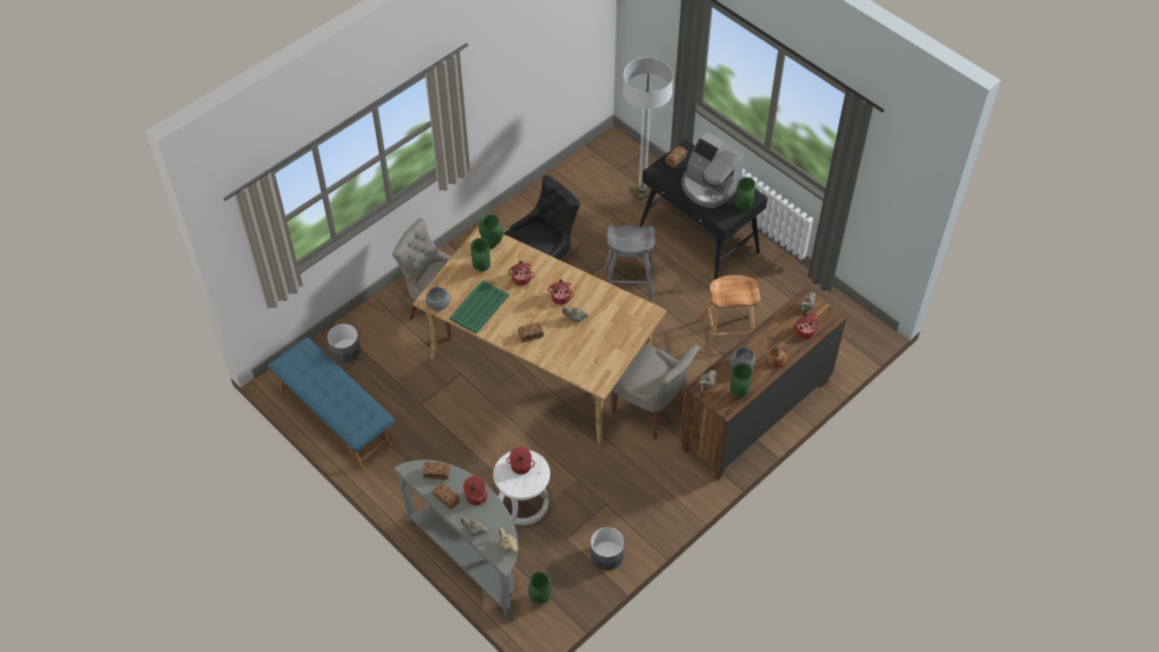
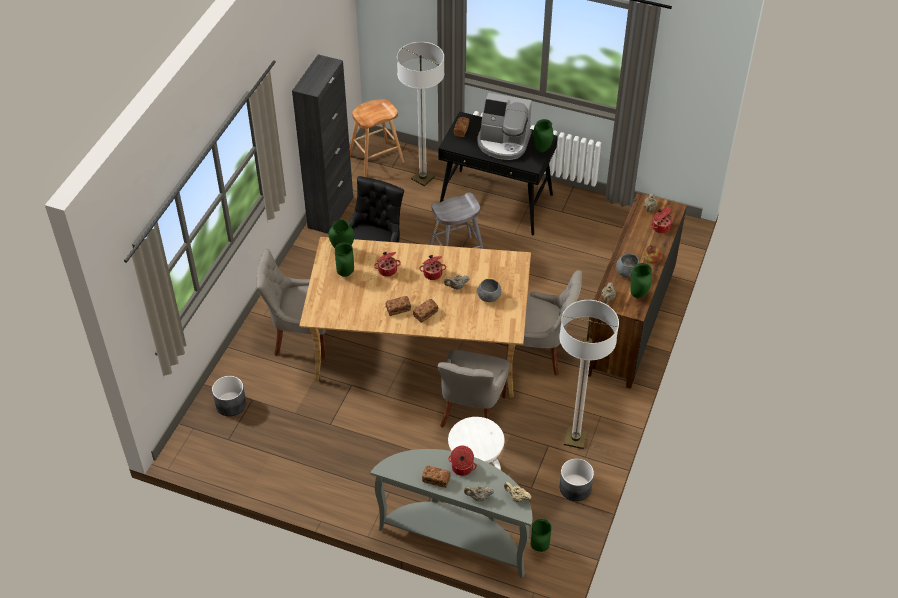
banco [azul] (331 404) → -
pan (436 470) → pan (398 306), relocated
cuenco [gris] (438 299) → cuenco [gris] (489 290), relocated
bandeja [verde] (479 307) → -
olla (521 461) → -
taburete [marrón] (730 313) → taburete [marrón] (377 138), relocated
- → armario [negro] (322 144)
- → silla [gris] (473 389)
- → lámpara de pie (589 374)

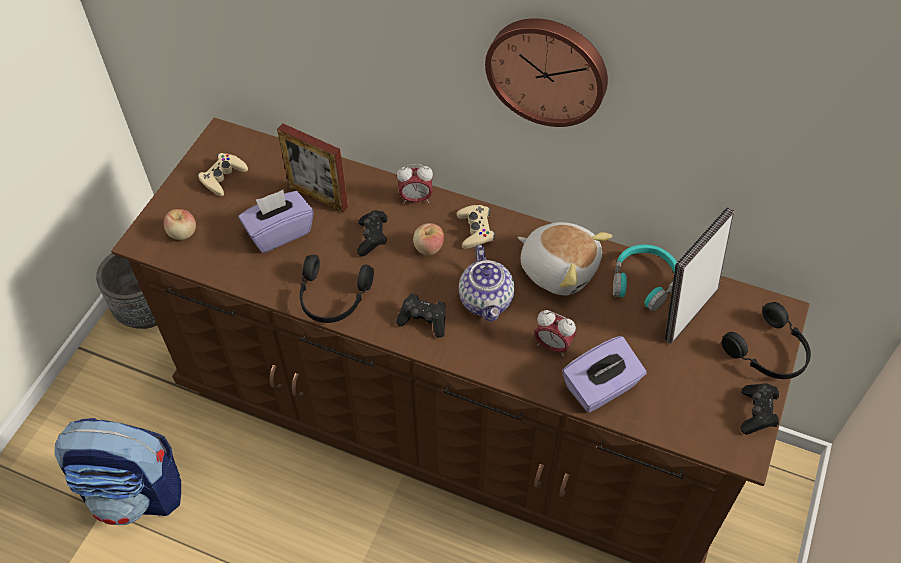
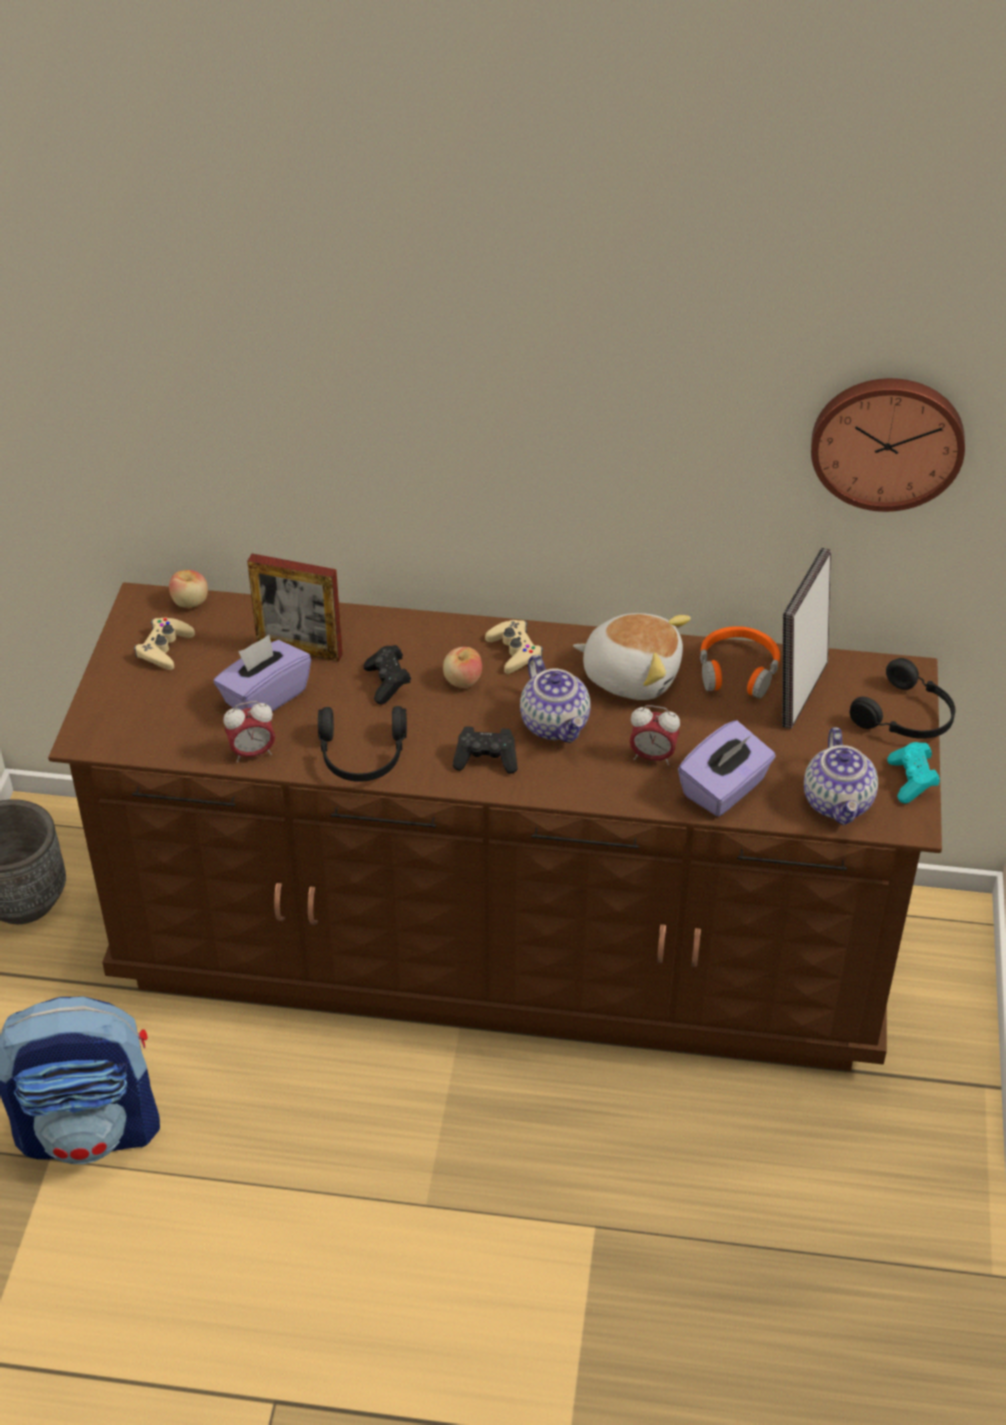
manzana (180 224) → manzana (188 589), relocated
despertador (415 184) → despertador (249 731), relocated
reloj de pared (546 72) → reloj de pared (888 445), relocated
auriculares [turquesa] (645 278) → auriculares [naranja] (740 662)
mando de consola [negro] (759 409) → mando de consola [turquesa] (913 773)
- → tetera (841 776)

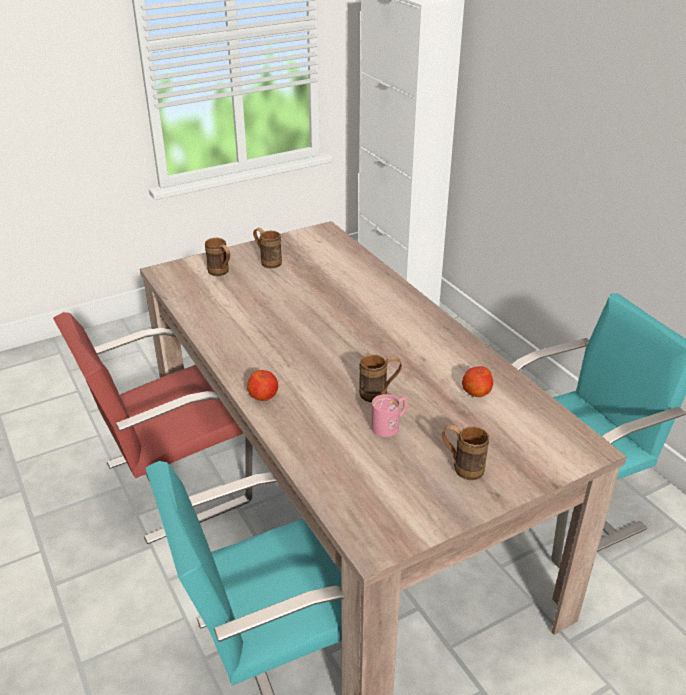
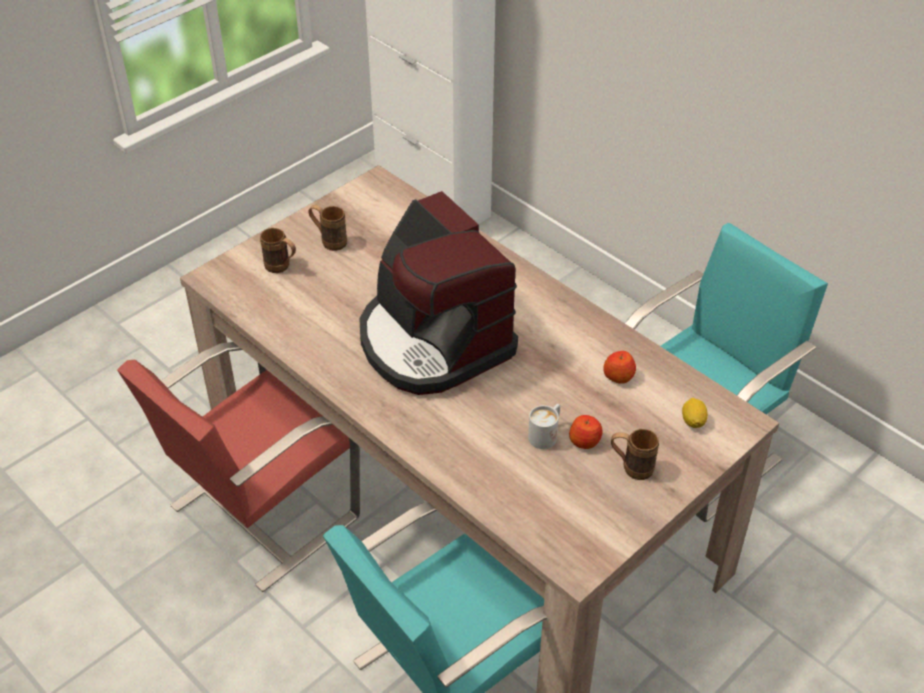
manzana (262 385) → manzana (585 432), relocated
taza grande [marrón] (380 378) → -
taza grande [rosa] (389 415) → taza grande [blanco] (544 426)
- → cafetera (439 293)
- → limón (695 413)

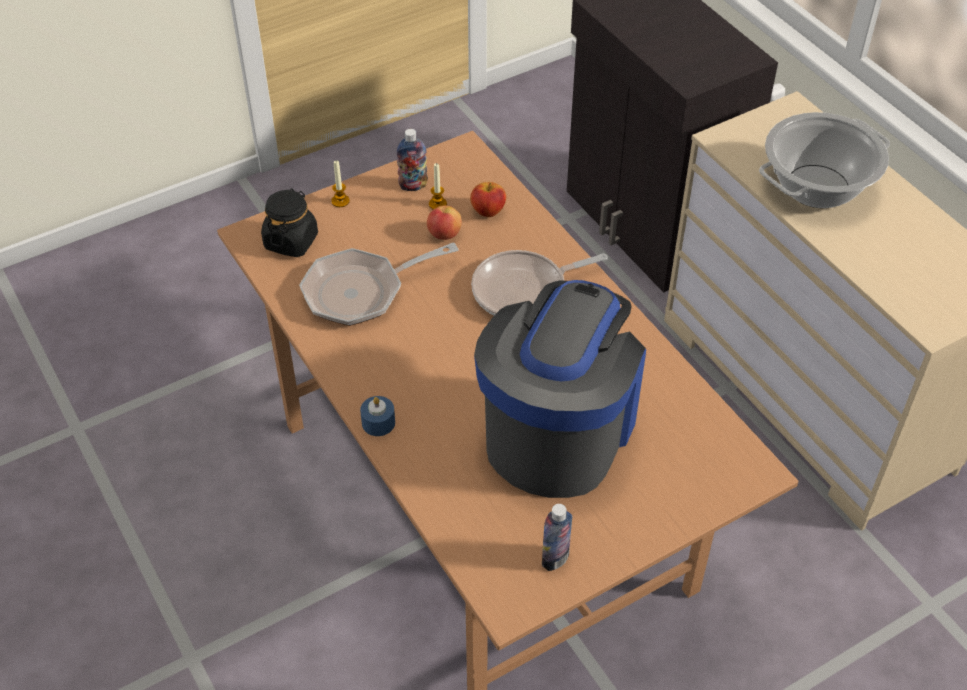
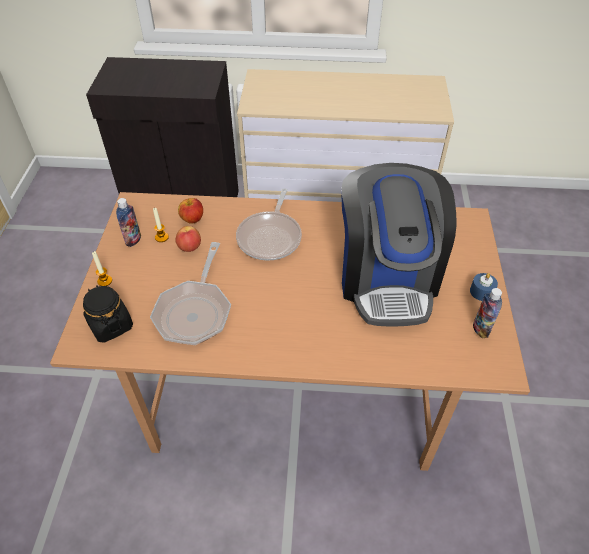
vela [azul] (377 416) → vela [azul] (484 287), relocated
cafetera (560 389) → cafetera (398 245), 150 degrees counterclockwise
olla (824 160) → -

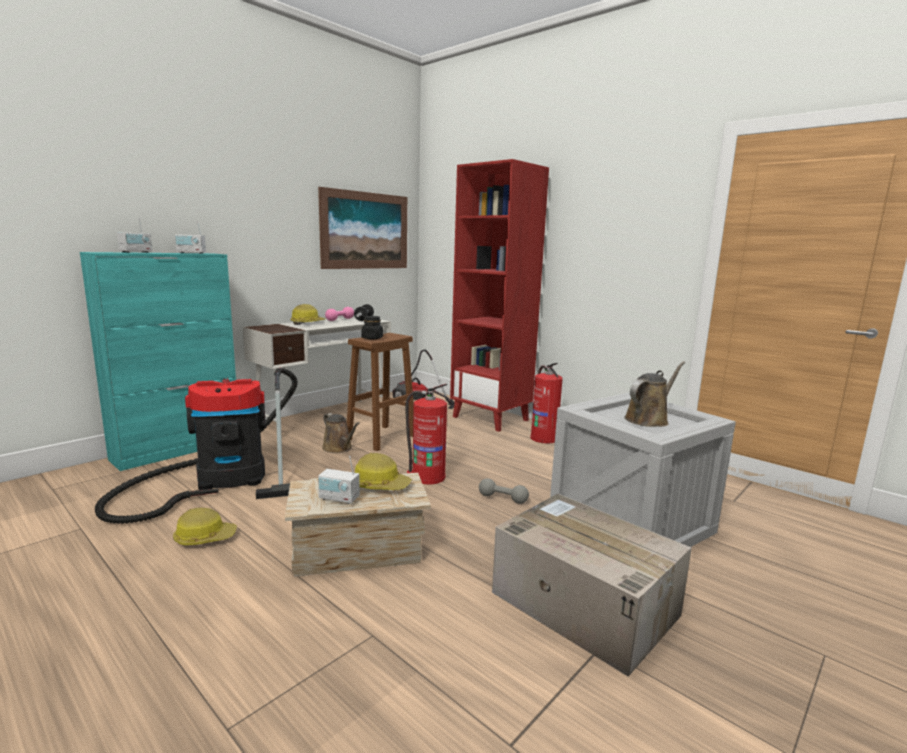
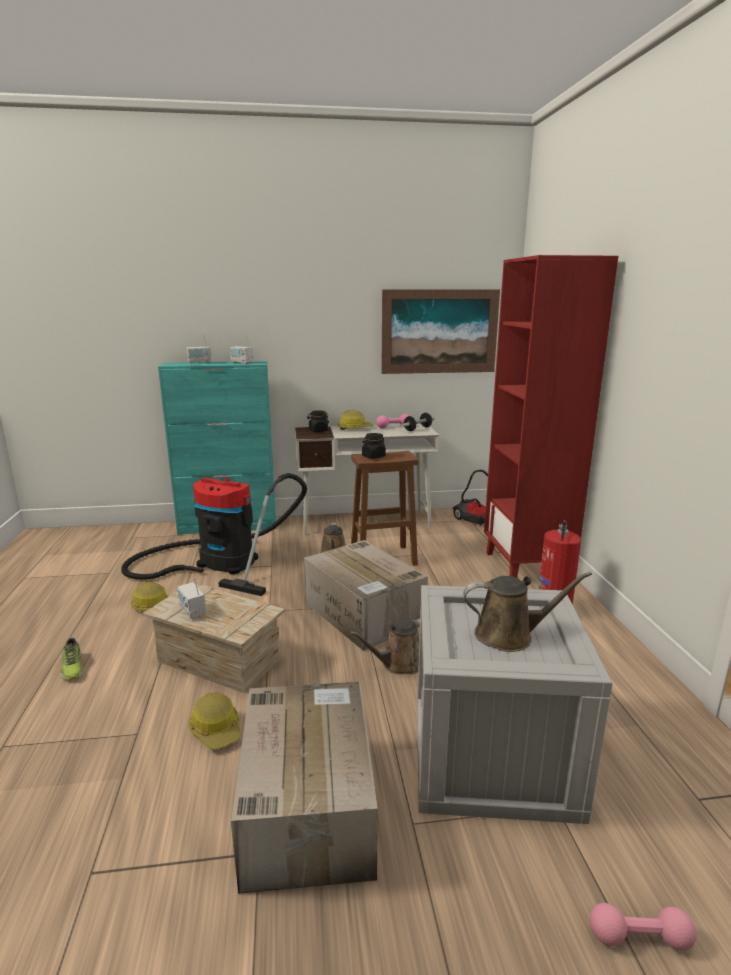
casco (383 471) → casco (214 721), relocated
extintor (428 434) → caja de cartón (366 595)
mancuerna [gris] (504 491) → regadera [marrón] (385 646)
- → zapato (72 659)
- → tarro [negro] (318 421)
- → mancuerna [rosa] (643 927)

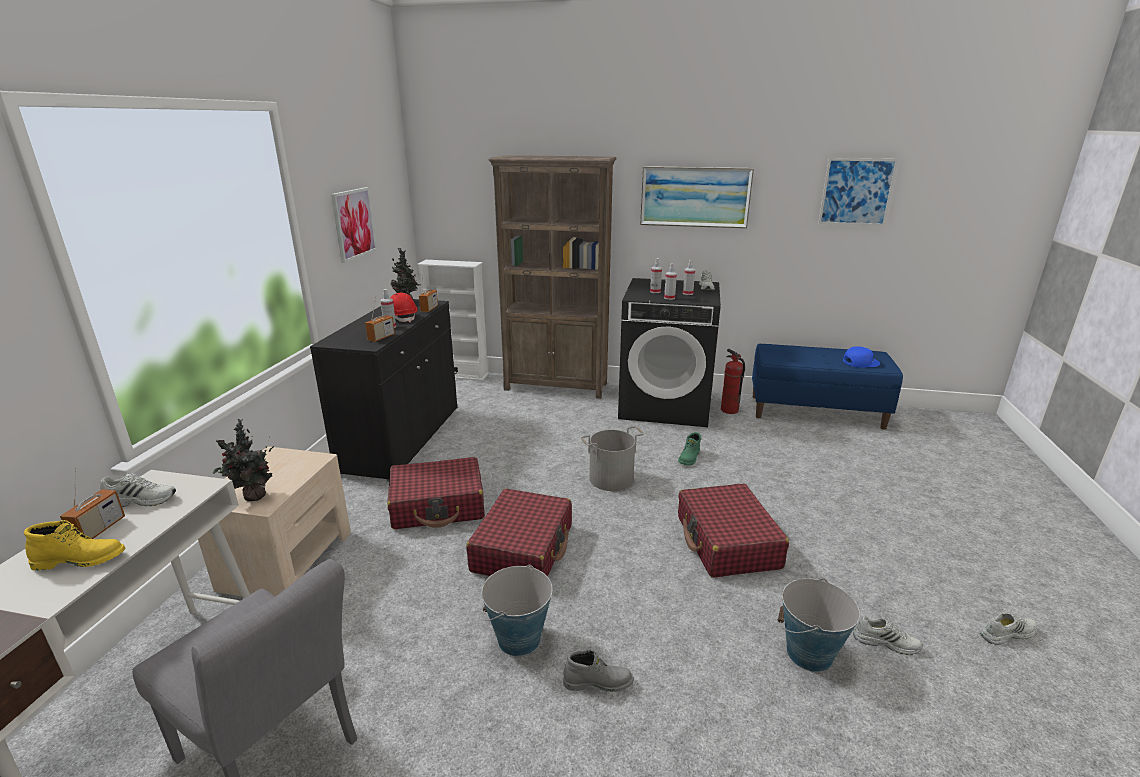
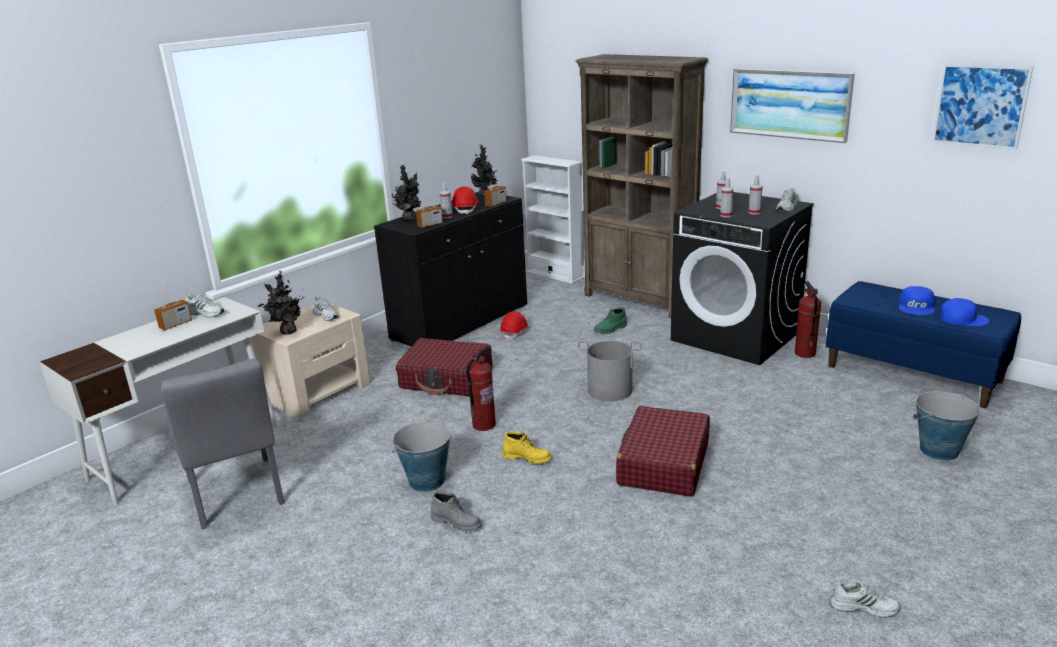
bota [amarillo] (74 545) → bota [amarillo] (527 448), relocated
cuadro (354 225) → -
maleta [rojo] (519 532) → extintor (481 388)
bota [verde] (689 448) → bota [verde] (610 321), relocated
cubo (819 625) → cubo (946 426), relocated
zapato [blanco] (888 635) → zapato [blanco] (326 308), relocated
- → planta en maceta (406 193)
- → casco [rojo] (515 325)
- → gorra [azul] (917 300)

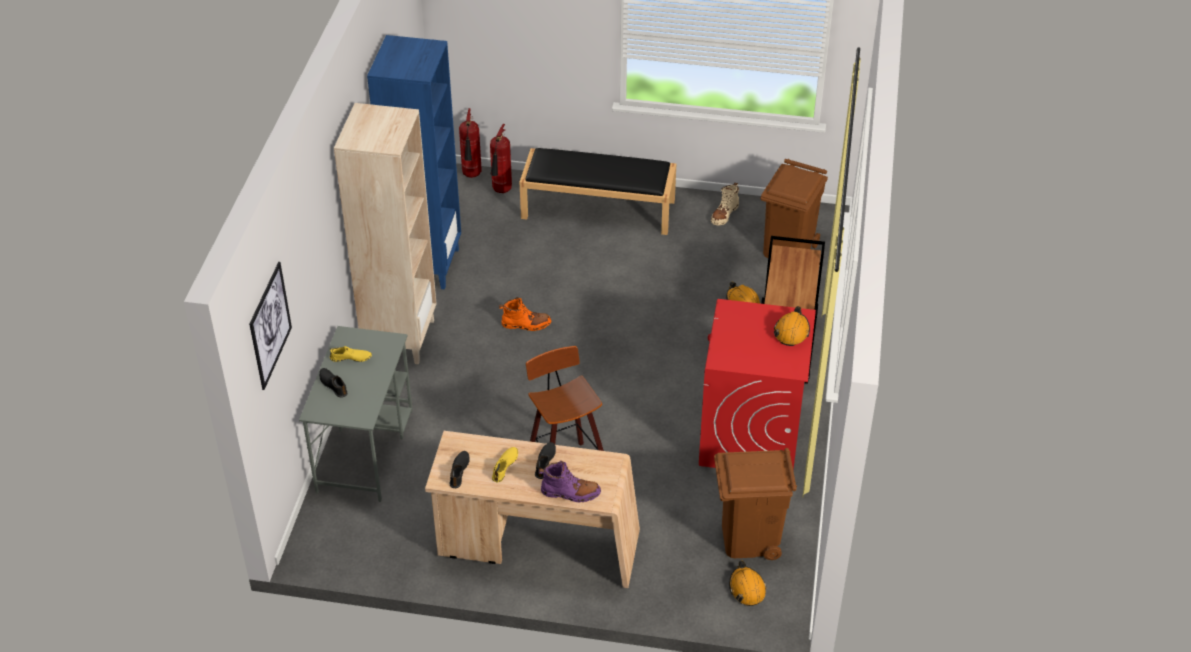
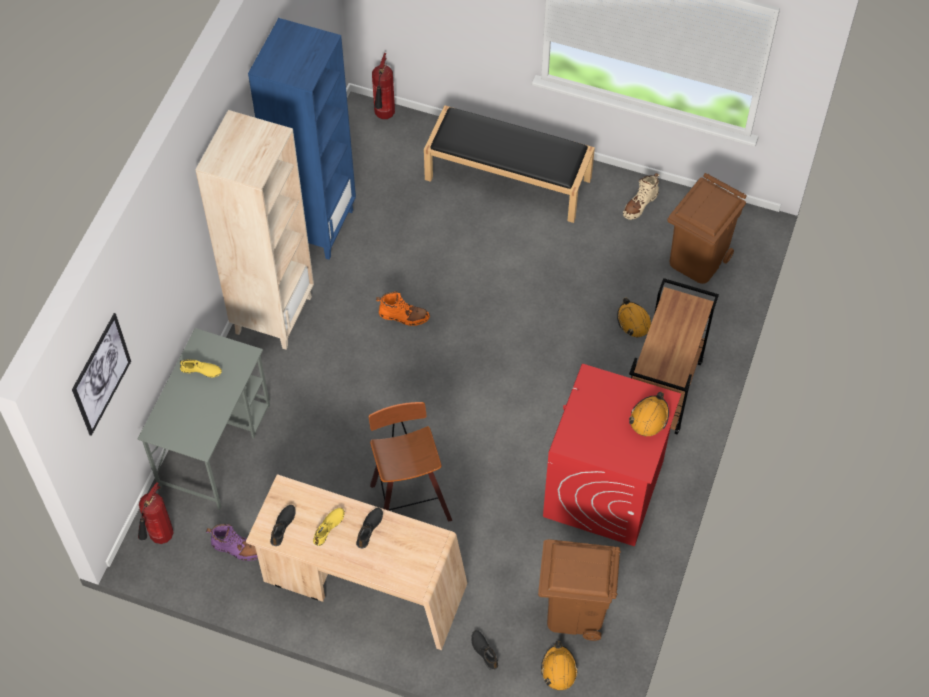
zapato [negro] (333 383) → zapato [negro] (484 650), relocated
extintor (501 158) → extintor (156 513), relocated
bota [morado] (570 481) → bota [morado] (232 542), relocated

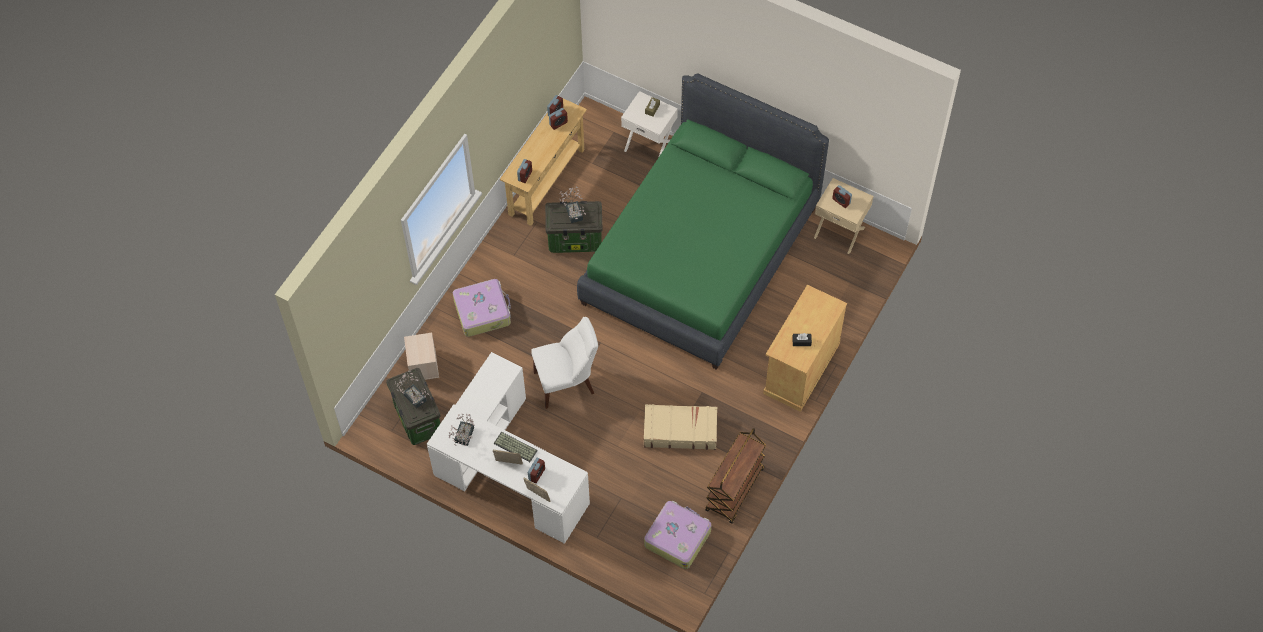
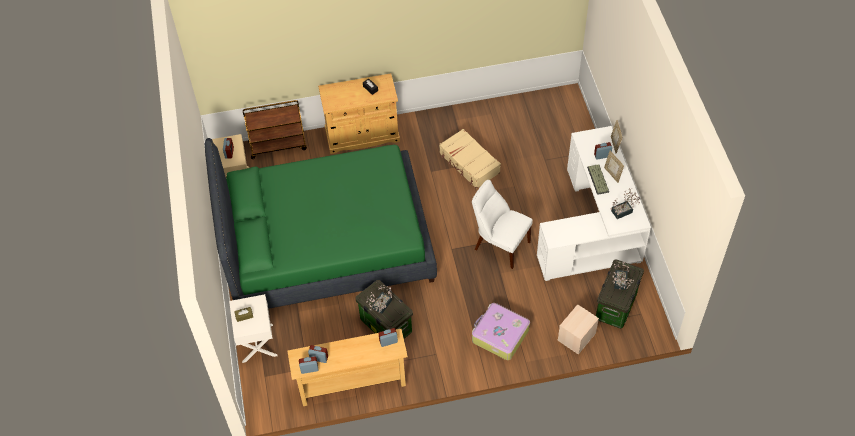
maleta (677 535) → -
carrito [marrón] (735 476) → carrito [marrón] (275 129), relocated

